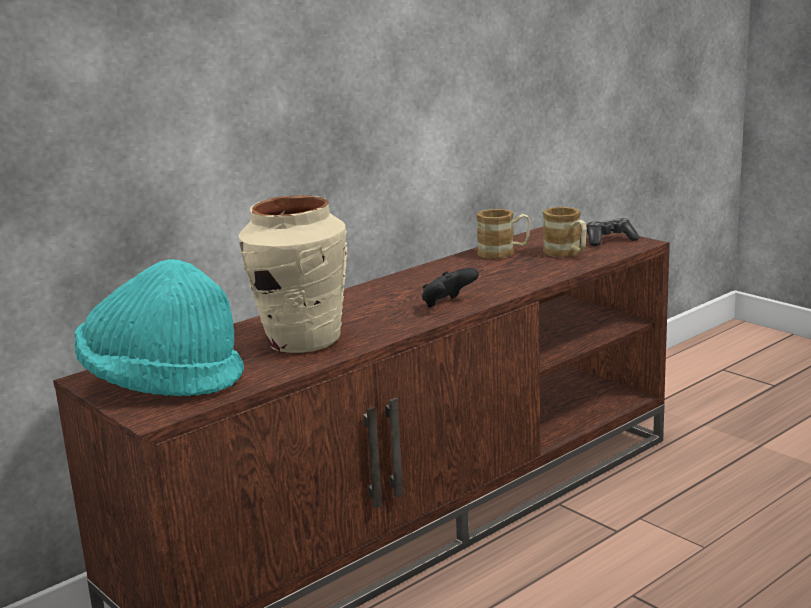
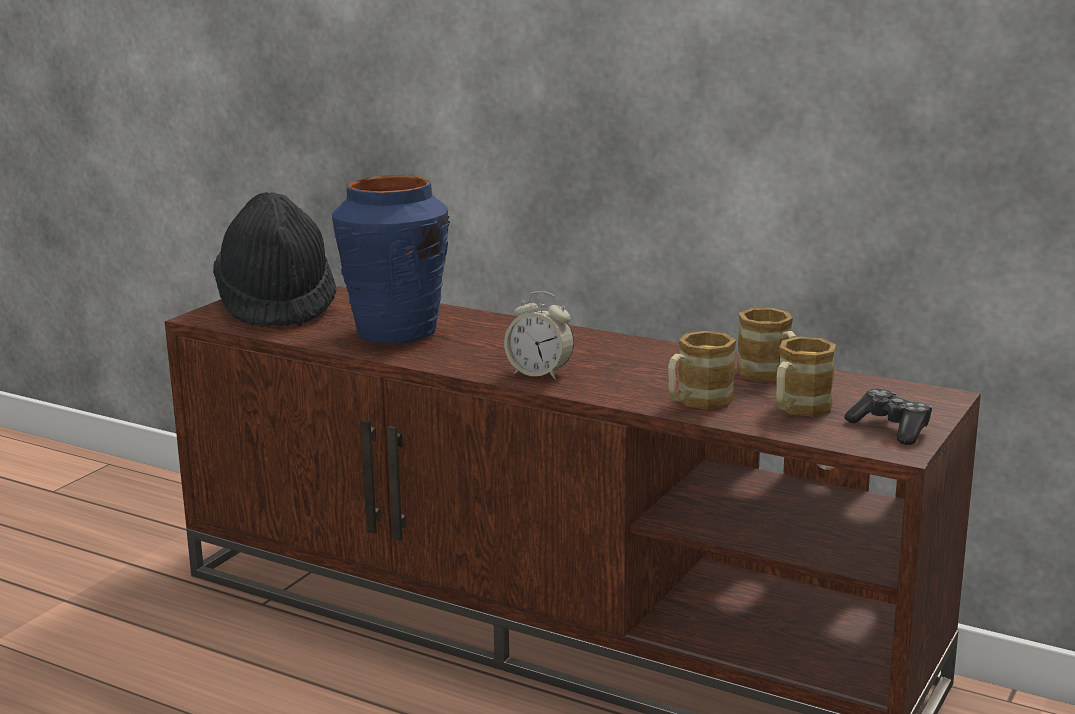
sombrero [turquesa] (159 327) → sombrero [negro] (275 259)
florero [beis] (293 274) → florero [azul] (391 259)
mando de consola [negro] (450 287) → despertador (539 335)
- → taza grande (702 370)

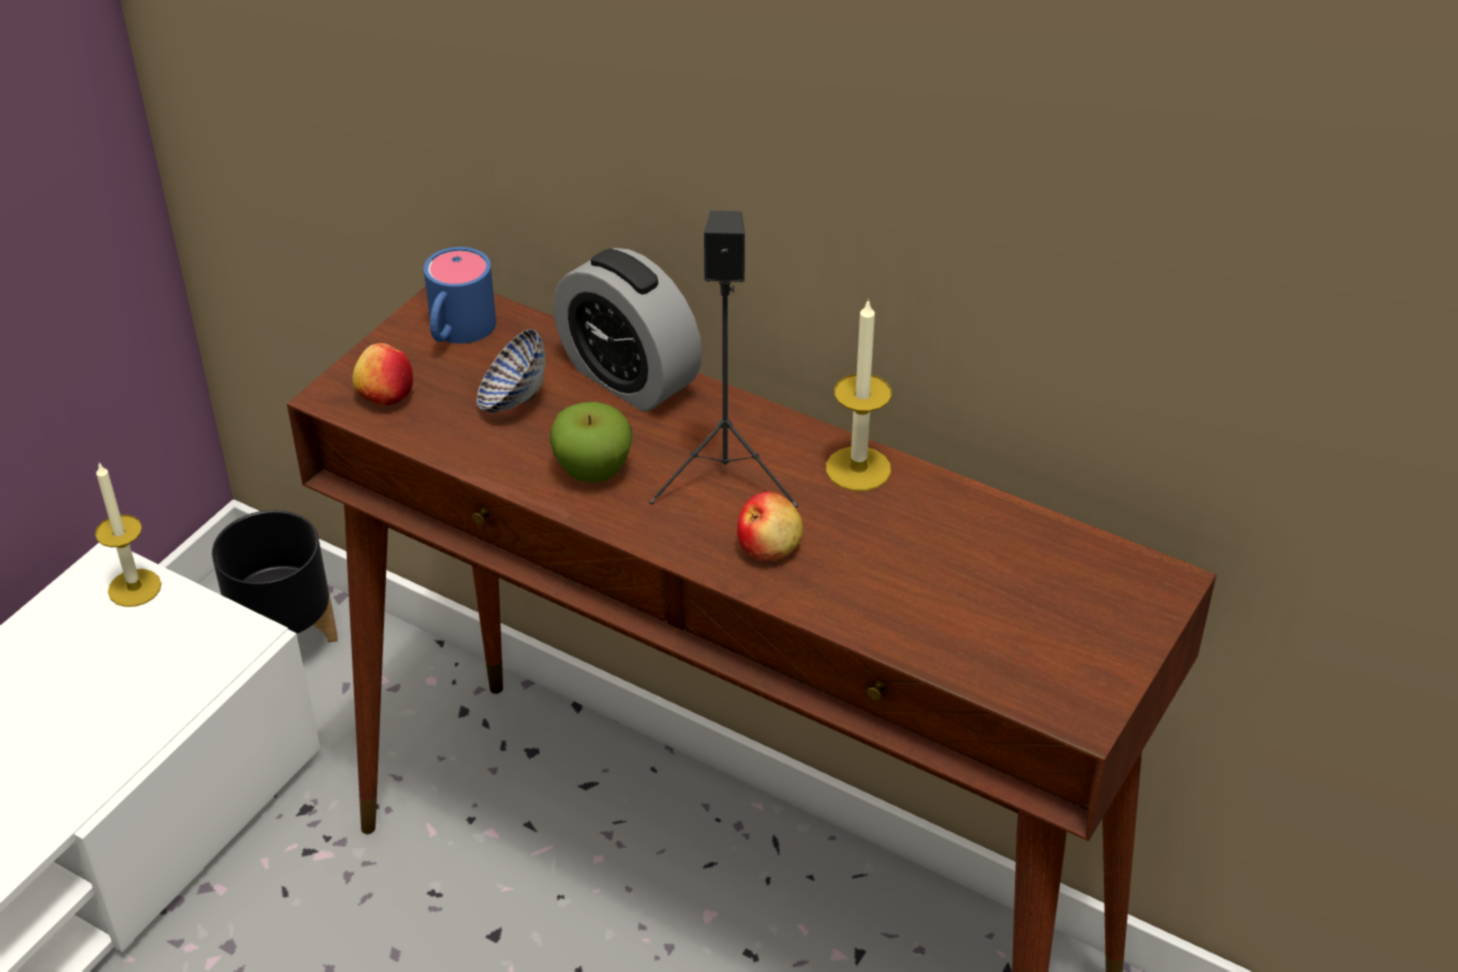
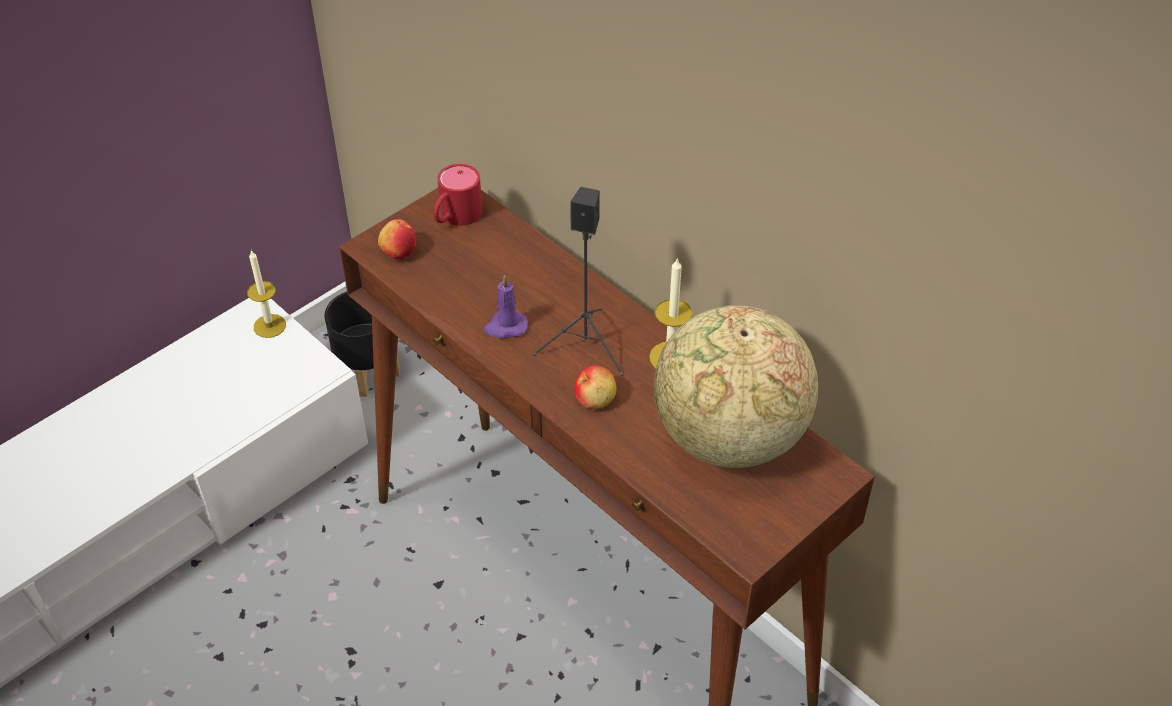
taza grande [azul] (460 295) → taza grande [rojo] (457 195)
cuenco (511 371) → -
manzana (591 442) → vela [morado] (506 306)
despertador (627 330) → -
- → globo terráqueo (736 386)

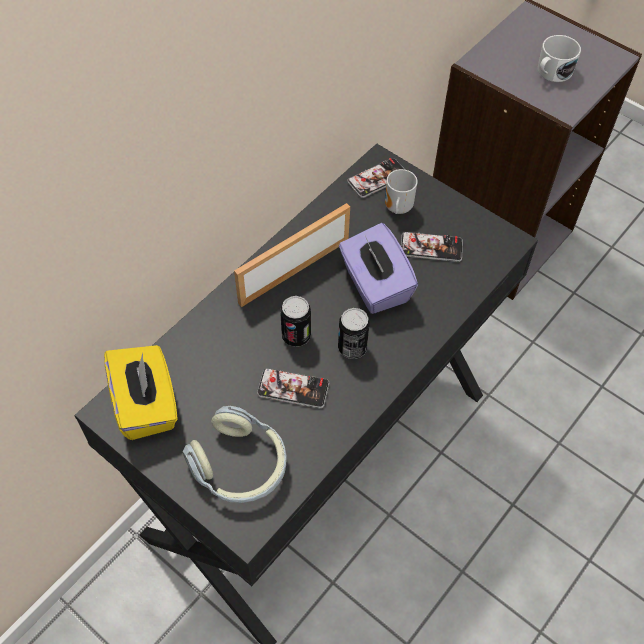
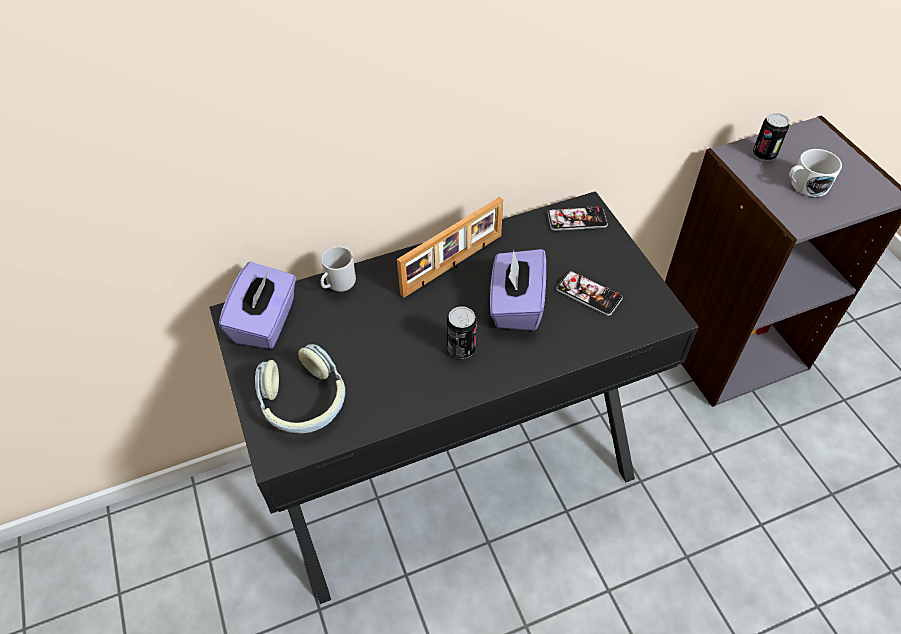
caja de pañuelos [amarillo] (141 392) → caja de pañuelos [morado] (257 305)
portarretratos (292 255) → portarretratos (450 247), 150 degrees clockwise
móvil (293 388) → -
lata (295 321) → lata (771 137), relocated
taza grande (401 191) → taza grande (338 269), relocated

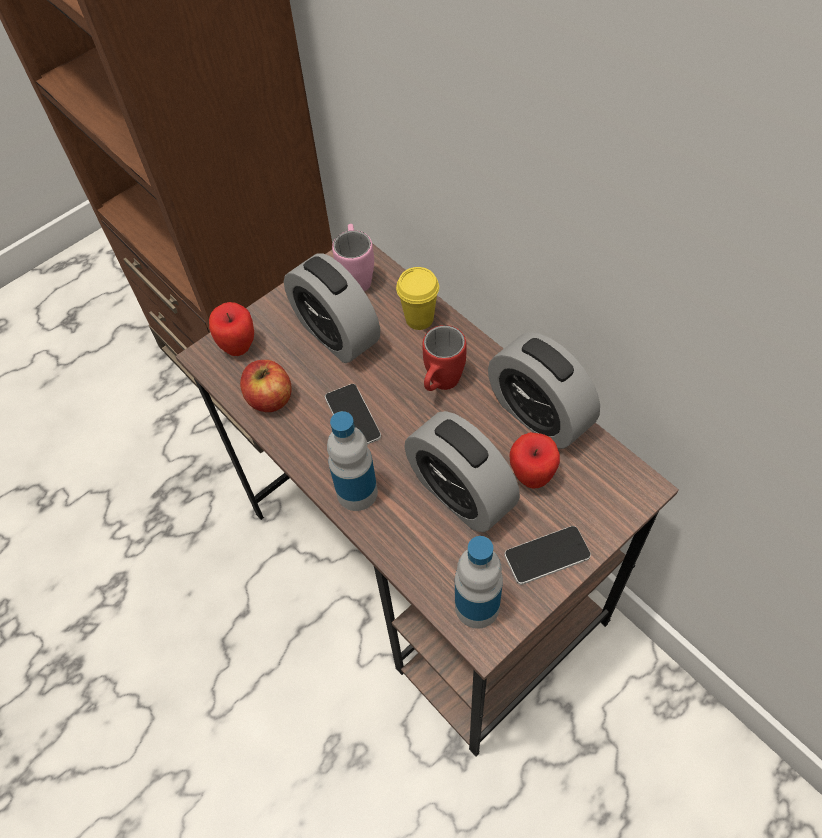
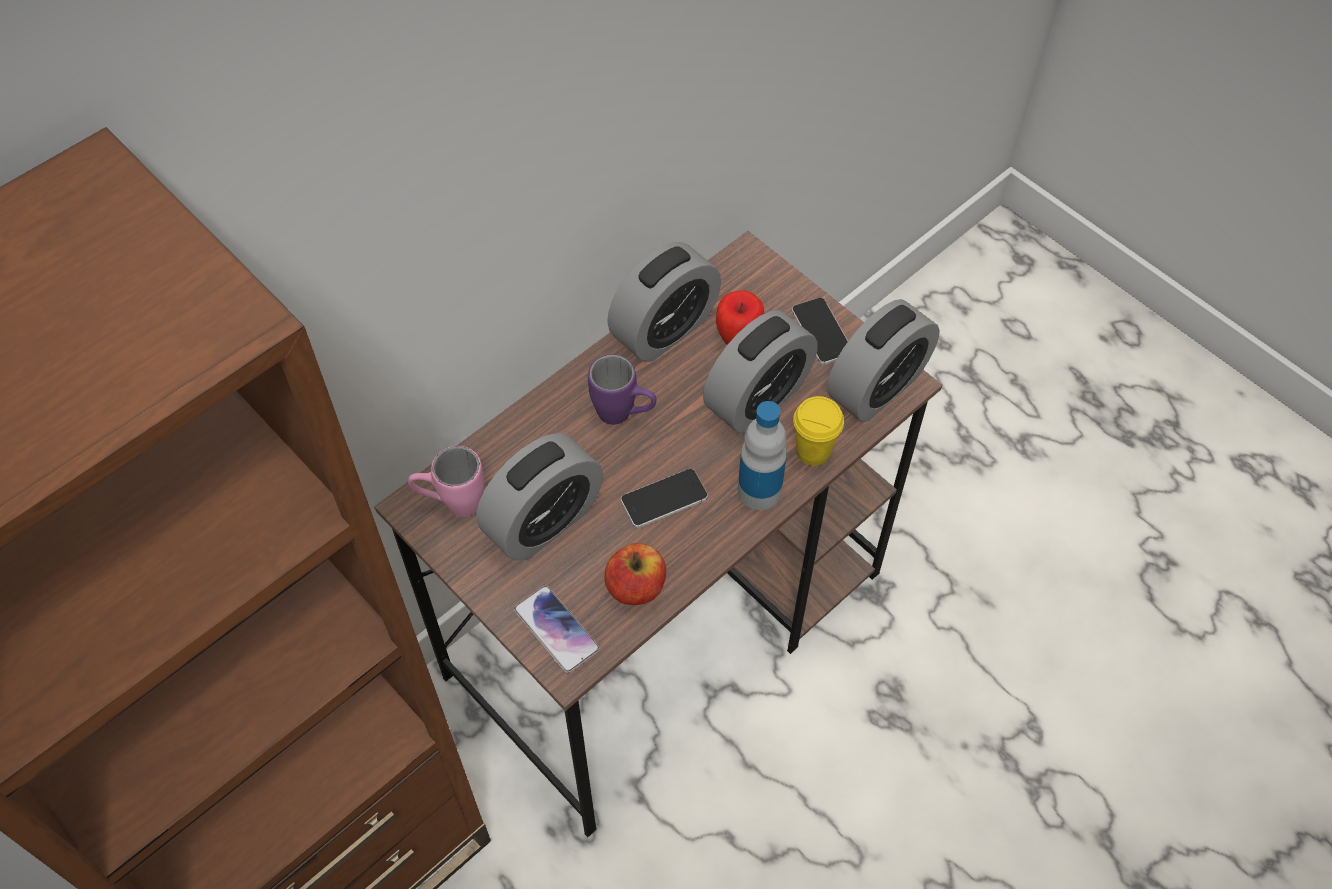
manzana (231 329) → móvil (557 629)
taza [amarillo] (417 298) → taza [amarillo] (818 431), relocated
taza grande [rojo] (444 358) → taza grande [morado] (622 389)
botella (479 582) → despertador (883 360)

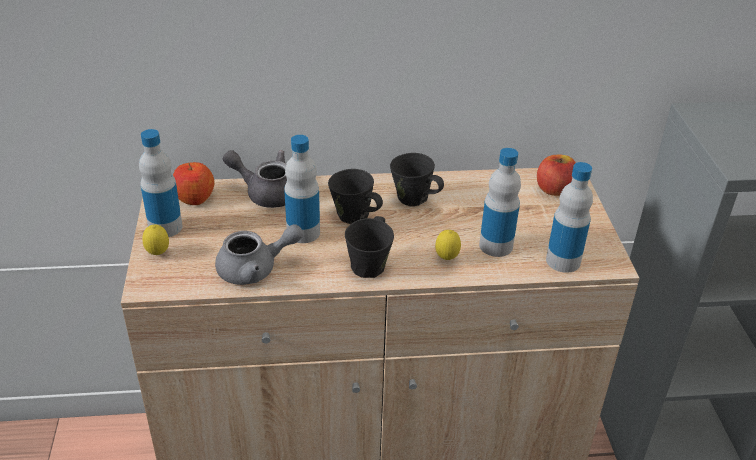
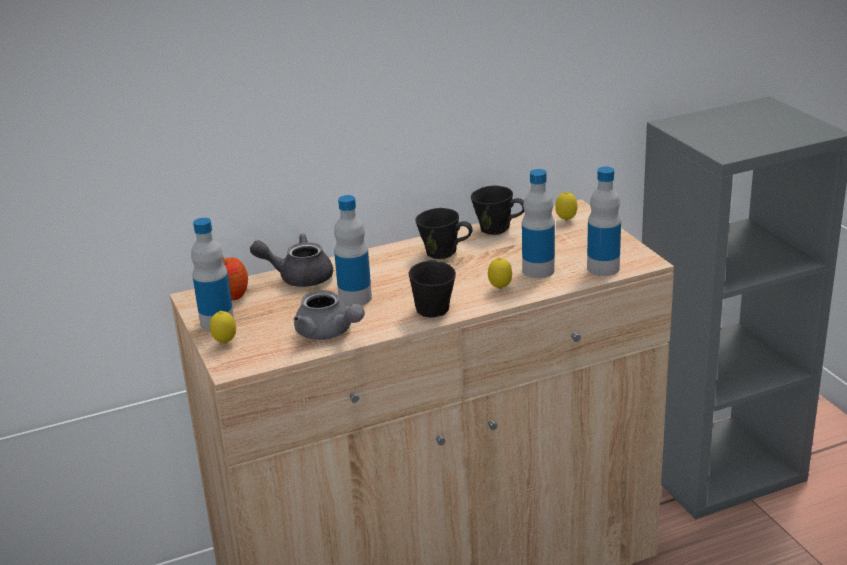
tetera [gris] (259 254) → tetera [gris] (329 315), 75 degrees clockwise
taza grande [negro] (355 196) → taza grande [negro] (497 210), relocated
manzana (556 175) → limón (566 206)

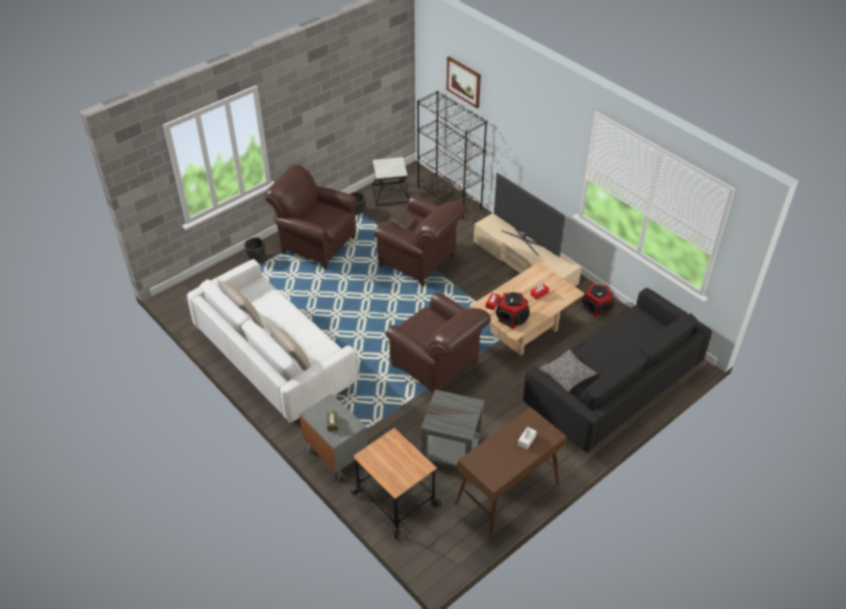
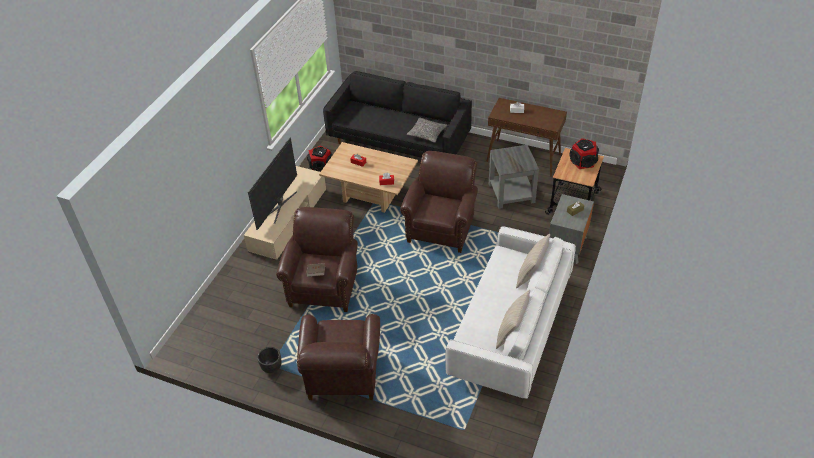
maceta [negro] (254 249) → -
mesa auxiliar (390 181) → -
estantería [negro] (452 155) → -
cuadro (463 82) → -
altavoz (513 310) → altavoz (584 153), relocated

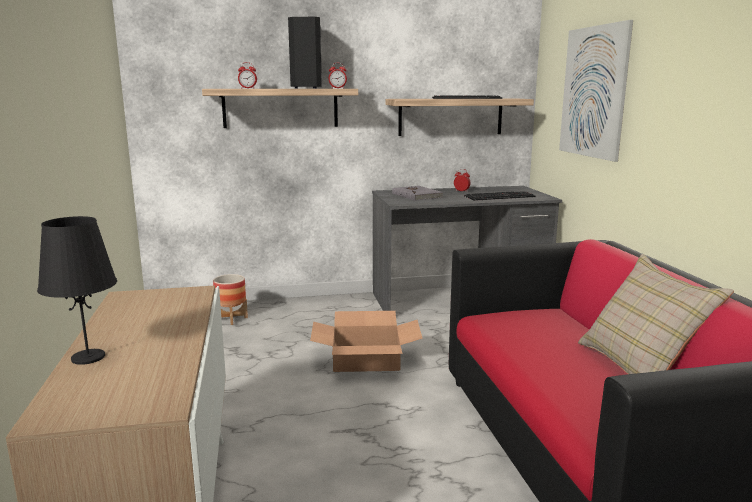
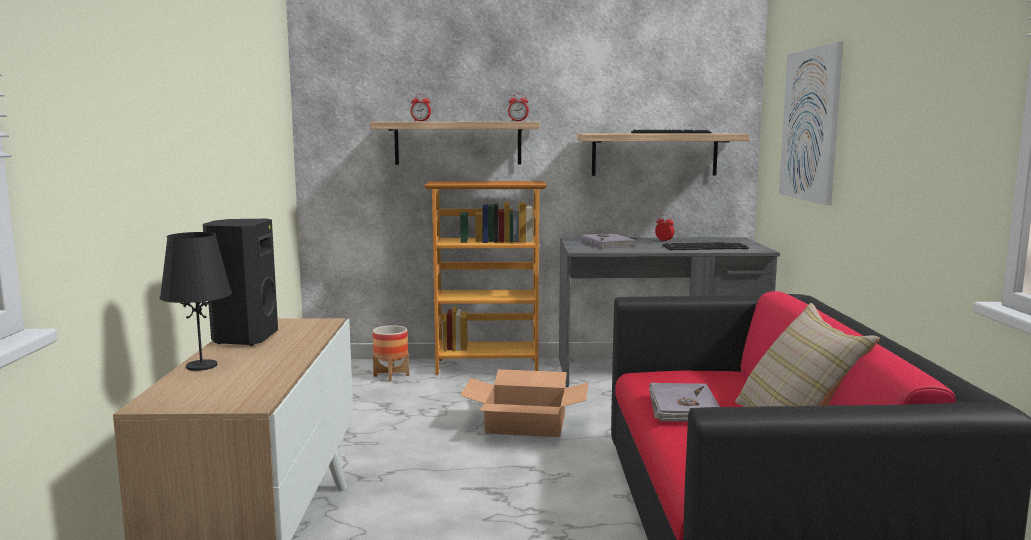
altavoz [negro] (305 52) → altavoz [negro] (240 282), relocated
- → estantería (485 278)
- → libro [gris] (684 402)

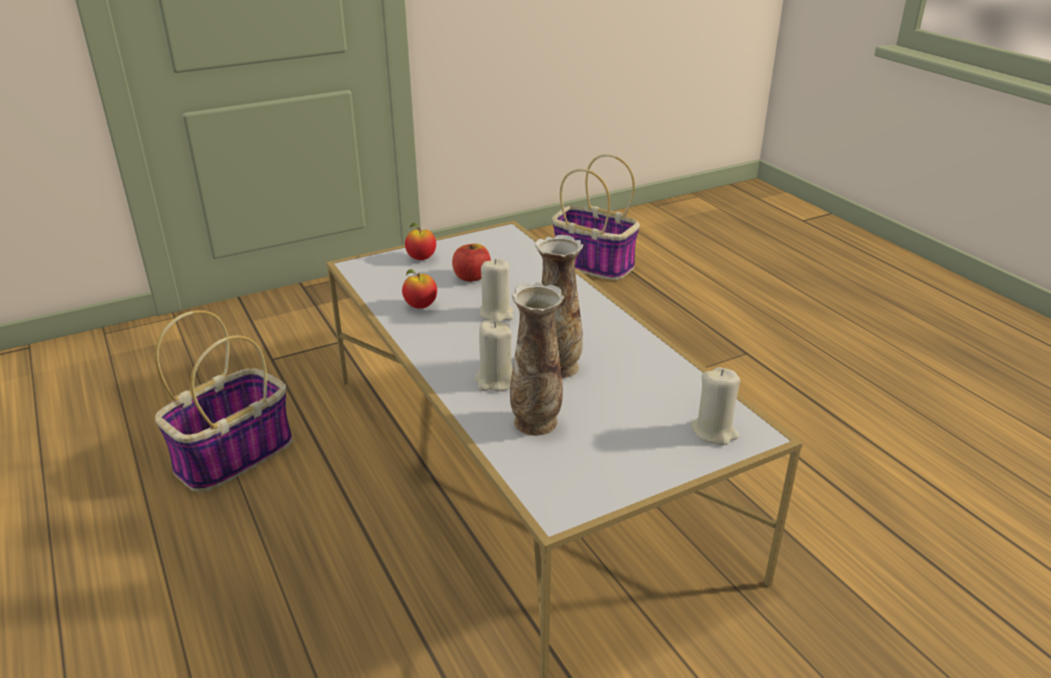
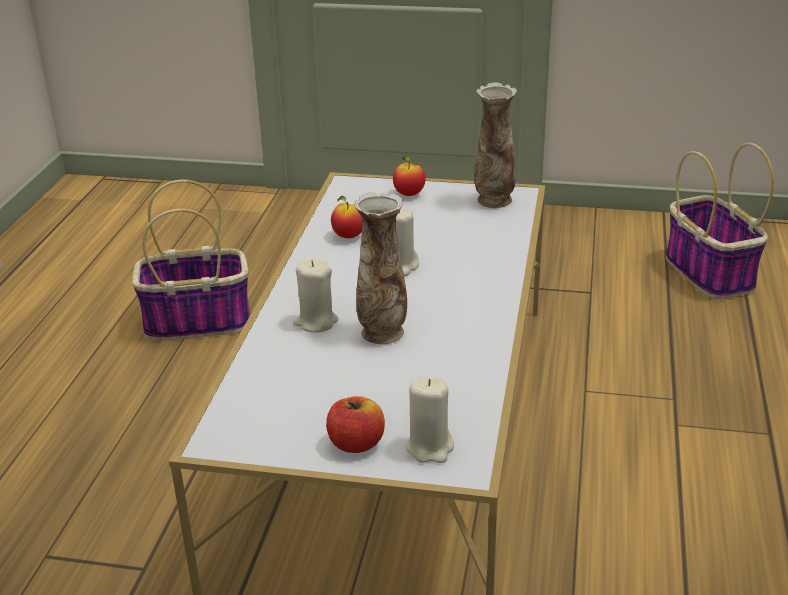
manzana (471 263) → manzana (355 424), relocated
florero (537 359) → florero (495 145), relocated

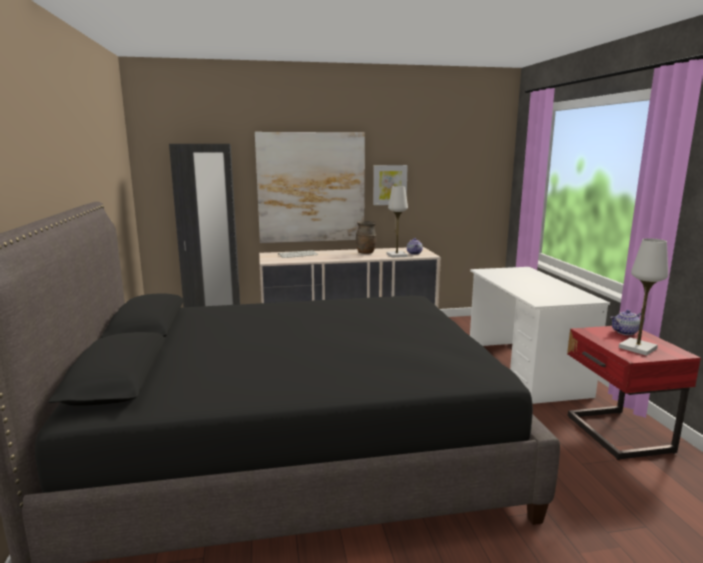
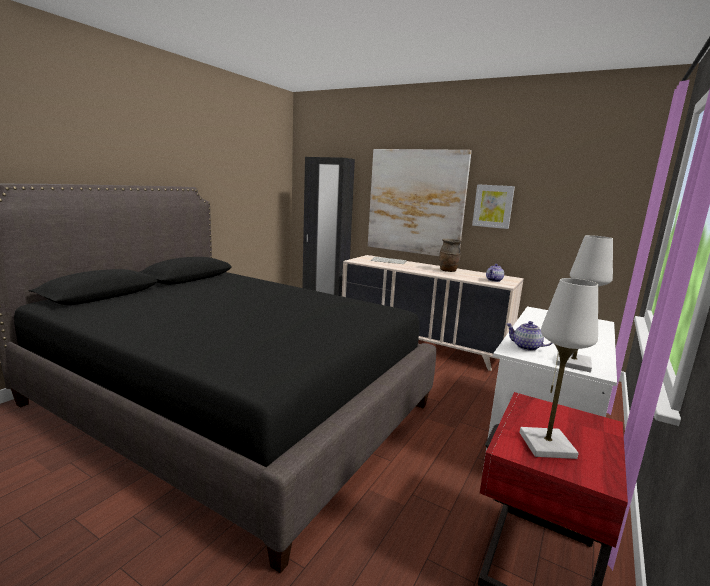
lámpara de mesa [blanco] (397 222) → lámpara de mesa [blanco] (584 304), relocated
tetera (627 322) → tetera (529 336), relocated

